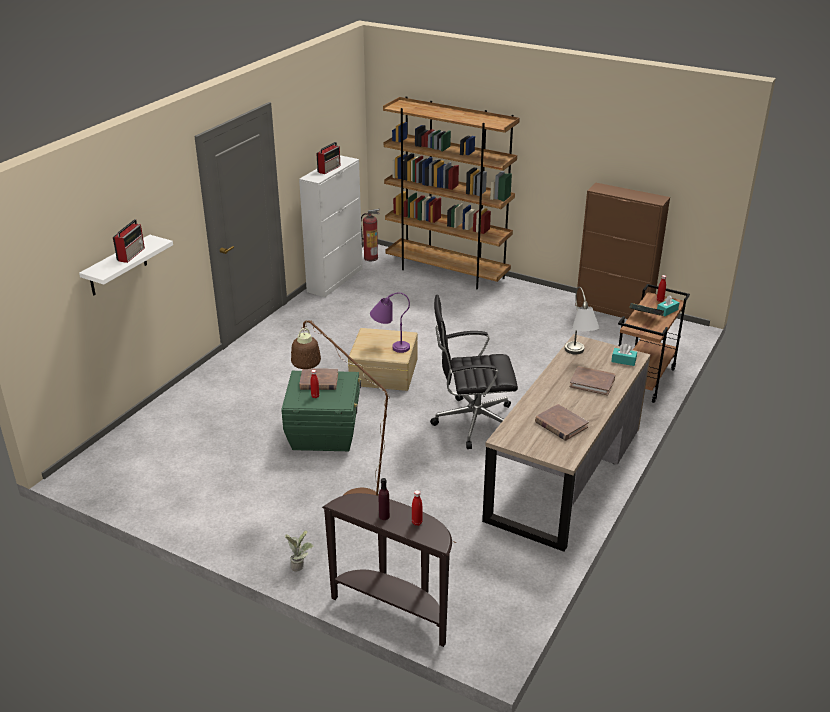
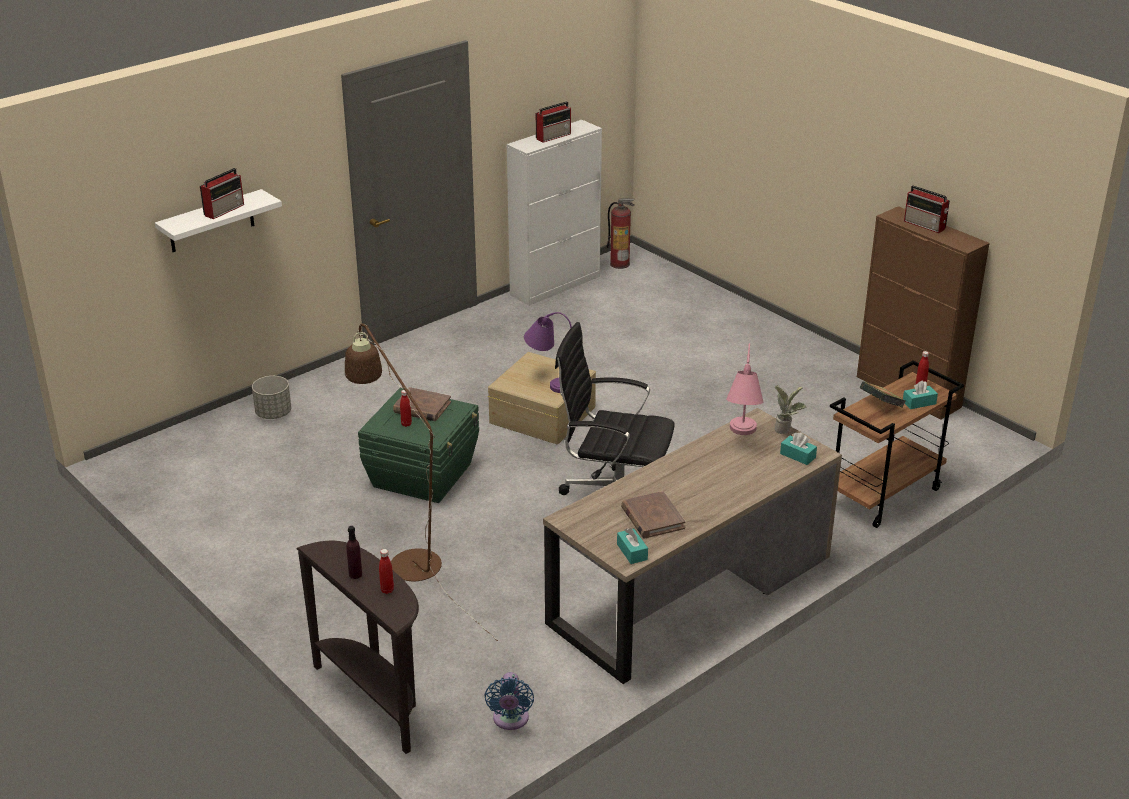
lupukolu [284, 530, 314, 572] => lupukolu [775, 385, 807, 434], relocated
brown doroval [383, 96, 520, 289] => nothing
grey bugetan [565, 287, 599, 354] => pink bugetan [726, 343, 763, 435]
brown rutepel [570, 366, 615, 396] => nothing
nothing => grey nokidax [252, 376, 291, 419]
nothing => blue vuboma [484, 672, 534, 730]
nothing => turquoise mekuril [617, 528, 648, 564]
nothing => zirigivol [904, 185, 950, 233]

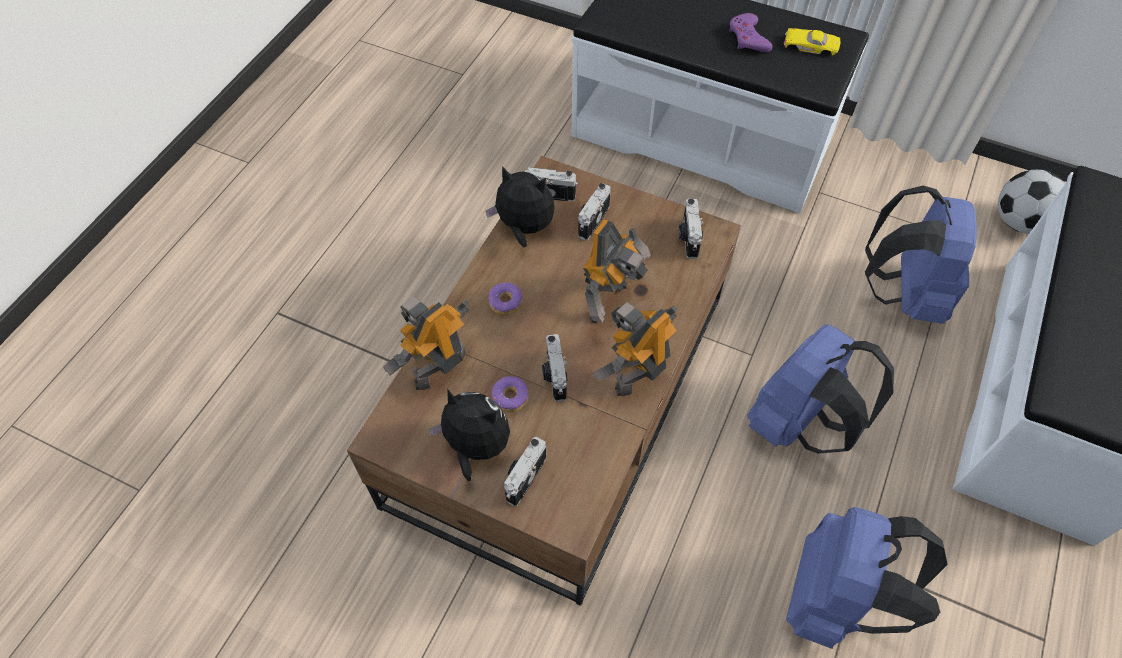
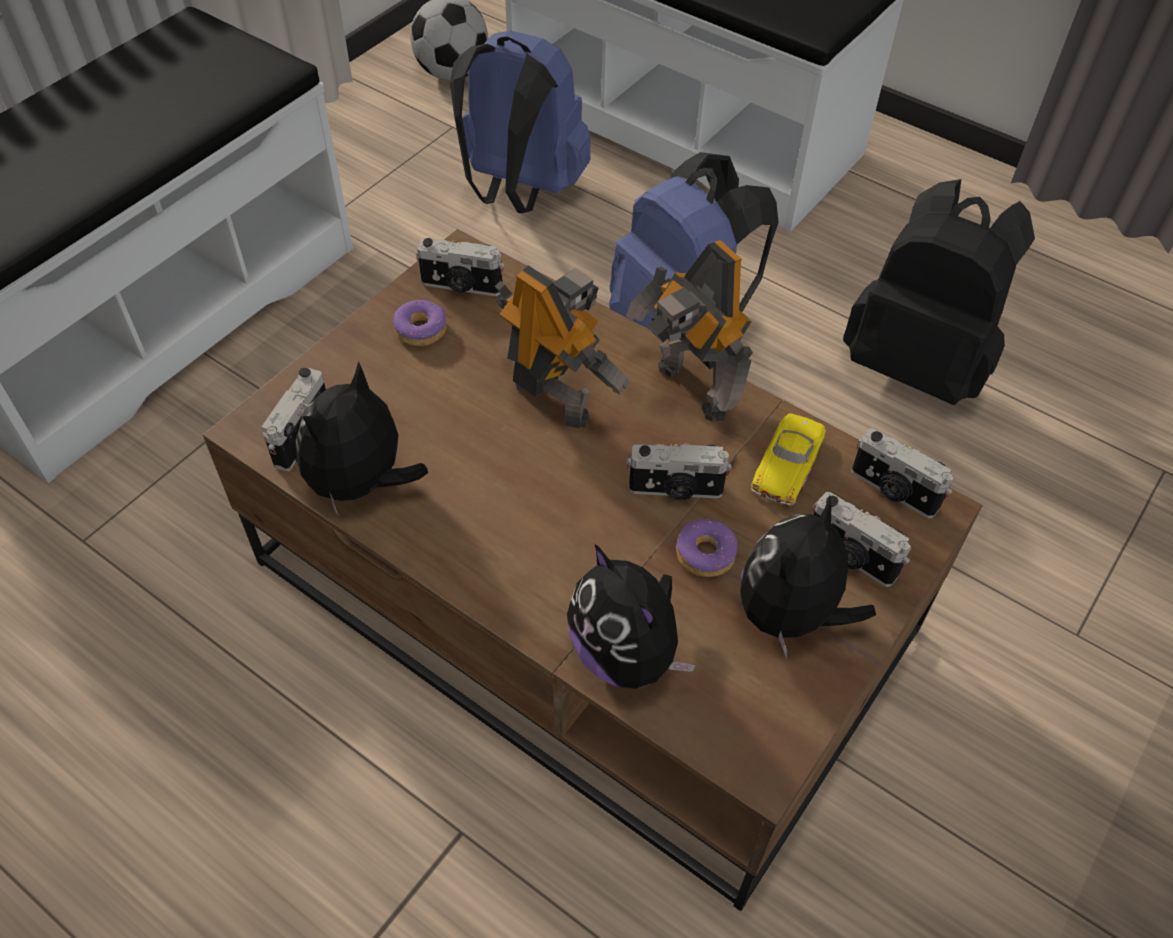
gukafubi [383, 296, 469, 390] => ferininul [567, 544, 696, 689]
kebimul [488, 282, 523, 315] => kebimul [393, 300, 446, 346], relocated
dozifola [578, 183, 611, 241] => dozifola [851, 428, 953, 518], relocated
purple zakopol [729, 13, 773, 52] => nothing
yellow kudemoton [784, 28, 840, 55] => yellow kudemoton [751, 413, 825, 505], relocated
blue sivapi [786, 507, 948, 649] => black sivapi [843, 179, 1035, 405]

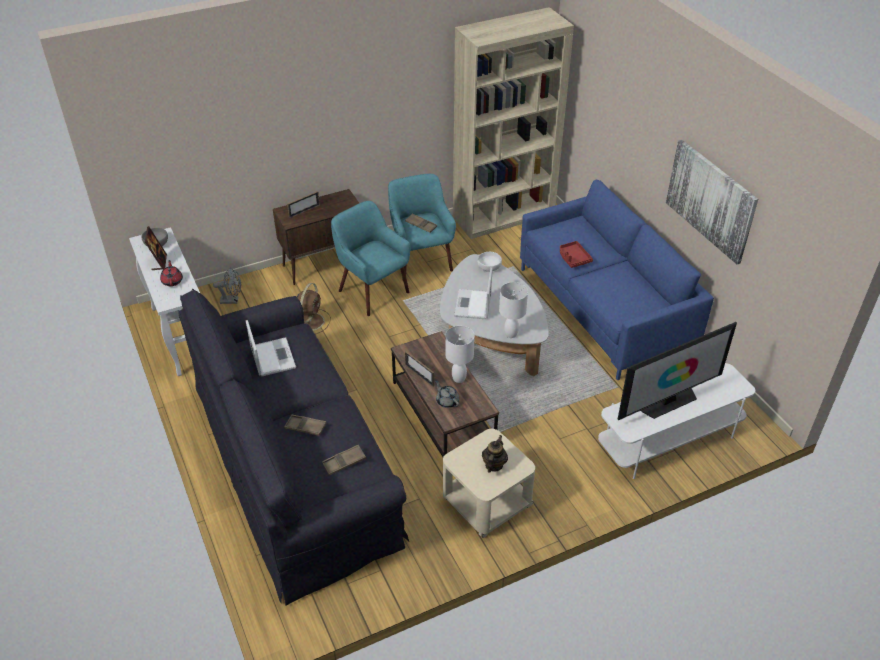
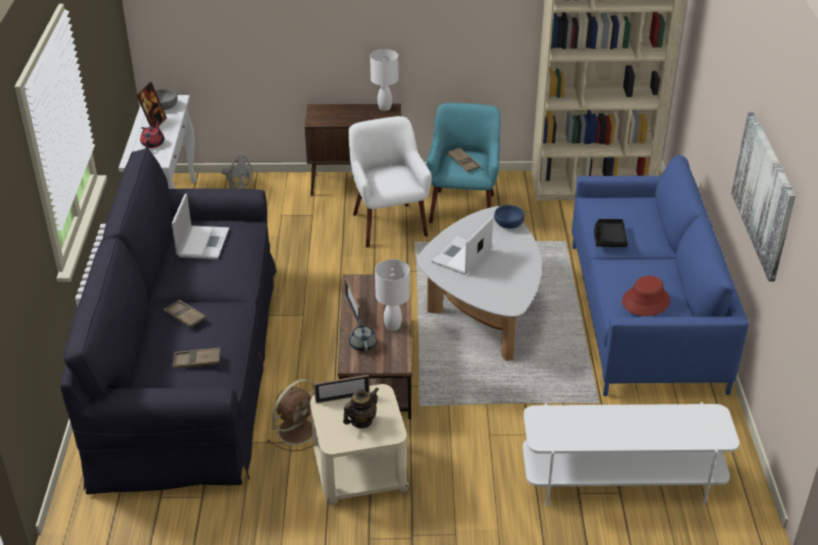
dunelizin [287, 191, 320, 218] => dunelizin [314, 375, 369, 403], relocated
brown vuboma [297, 283, 331, 334] => brown vuboma [268, 379, 315, 451], relocated
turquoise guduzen [331, 201, 410, 316] => white guduzen [349, 116, 432, 248]
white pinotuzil [477, 252, 502, 272] => blue pinotuzil [494, 205, 524, 229]
white bugetan [499, 282, 528, 338] => white bugetan [370, 49, 398, 111], relocated
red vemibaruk [560, 241, 593, 268] => black vemibaruk [594, 219, 628, 247]
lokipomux [617, 322, 737, 420] => nothing
nothing => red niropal [622, 276, 670, 316]

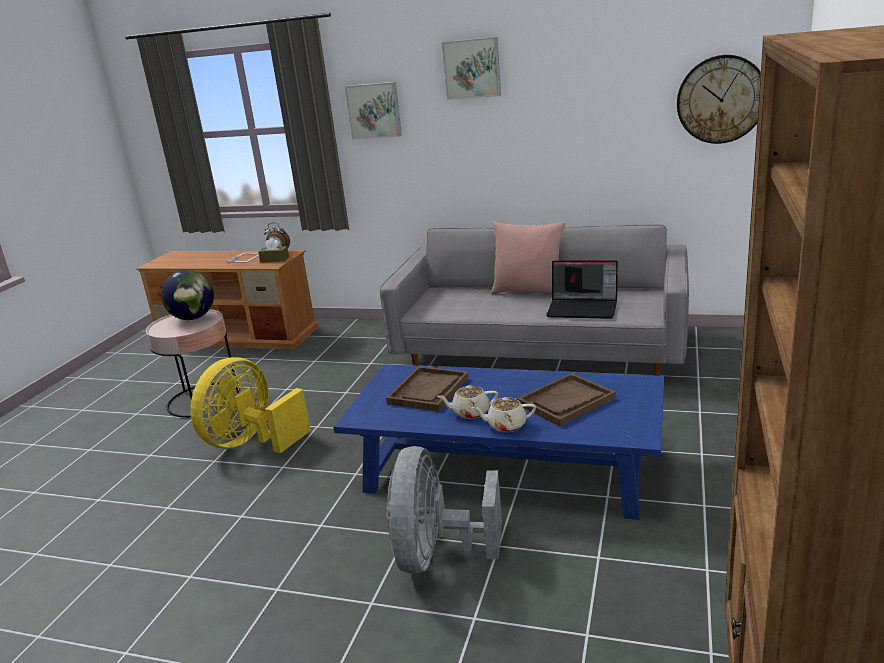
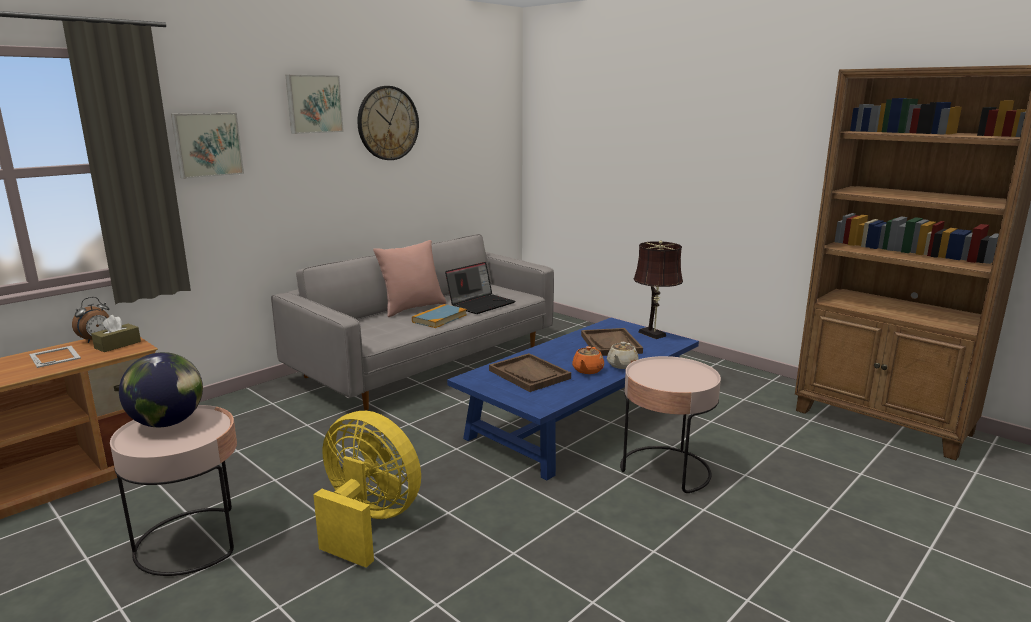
yellow vuboma [190, 357, 311, 453] => yellow vuboma [313, 411, 421, 568], 150 degrees clockwise
grey vuboma [386, 446, 502, 574] => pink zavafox [620, 356, 721, 493]
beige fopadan [437, 385, 498, 419] => orange fopadan [572, 346, 604, 374]
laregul [677, 55, 761, 144] => laregul [357, 86, 419, 160], relocated
nothing => rutepel [412, 304, 467, 328]
nothing => brown bugetan [634, 240, 683, 339]

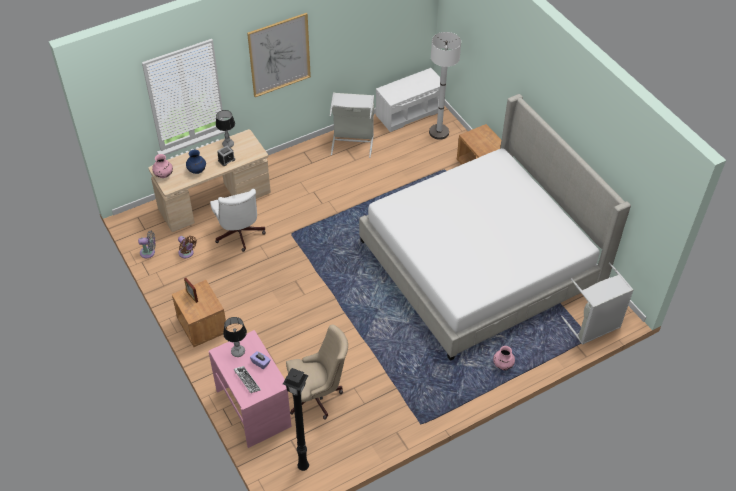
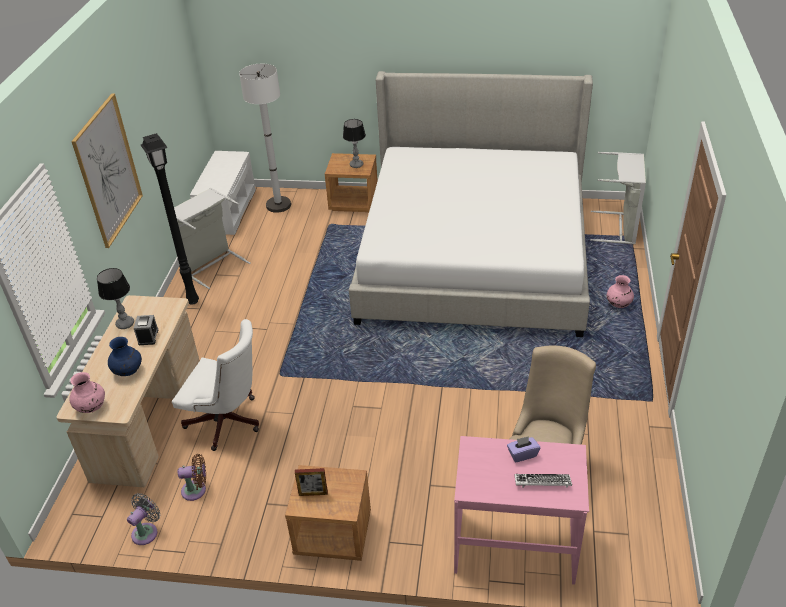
bugetan [223, 317, 247, 357] => bugetan [343, 119, 366, 168], relocated
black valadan [283, 368, 309, 471] => black valadan [141, 133, 199, 305], relocated

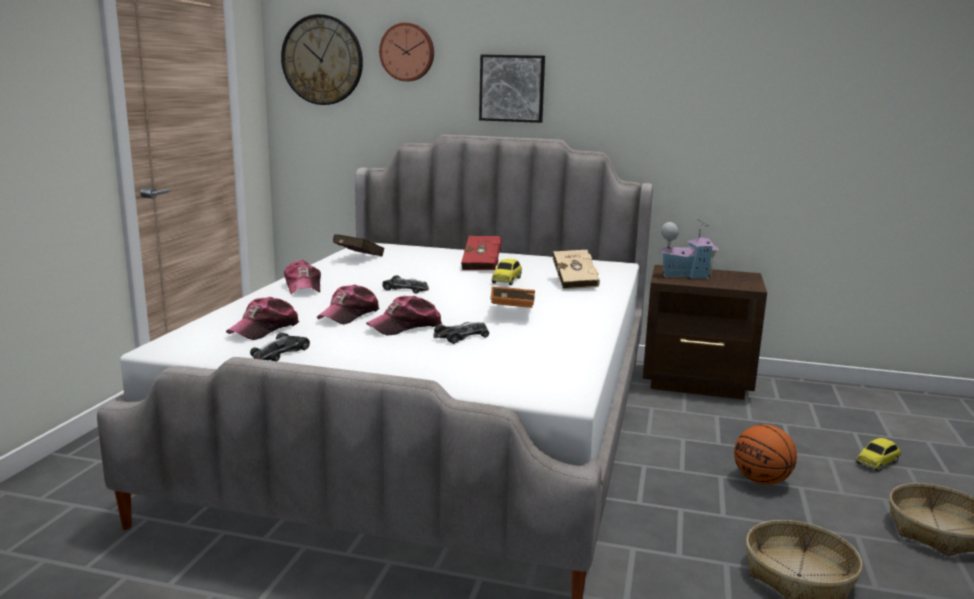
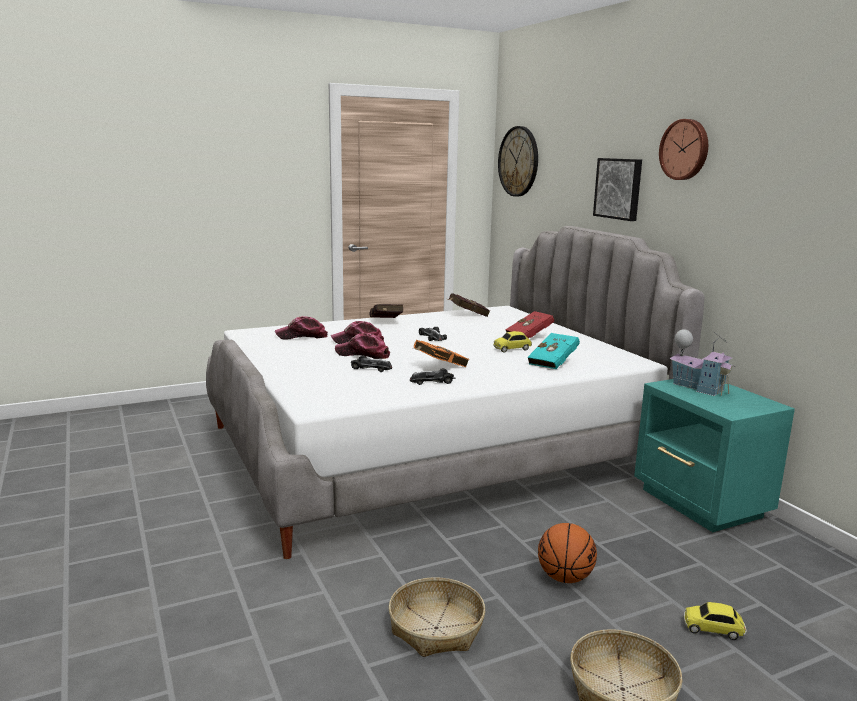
kudemoton [250, 332, 310, 361] => kudemoton [410, 368, 456, 385], relocated
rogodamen [284, 260, 321, 294] => red rutepel [369, 304, 403, 318]
laregul [379, 22, 434, 81] => laregul [659, 119, 708, 180], relocated
beige rutepel [553, 250, 600, 290] => turquoise rutepel [528, 333, 580, 369]
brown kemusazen [643, 265, 767, 400] => turquoise kemusazen [634, 379, 795, 532]

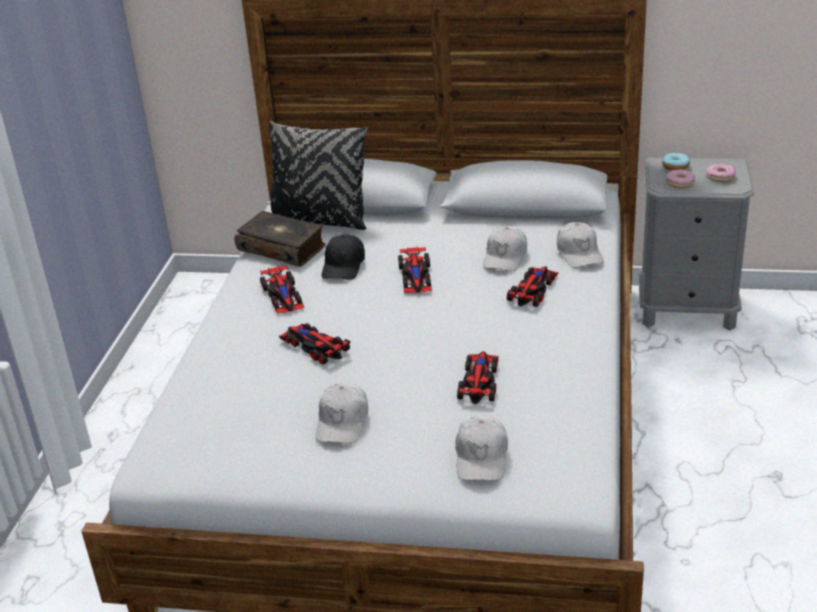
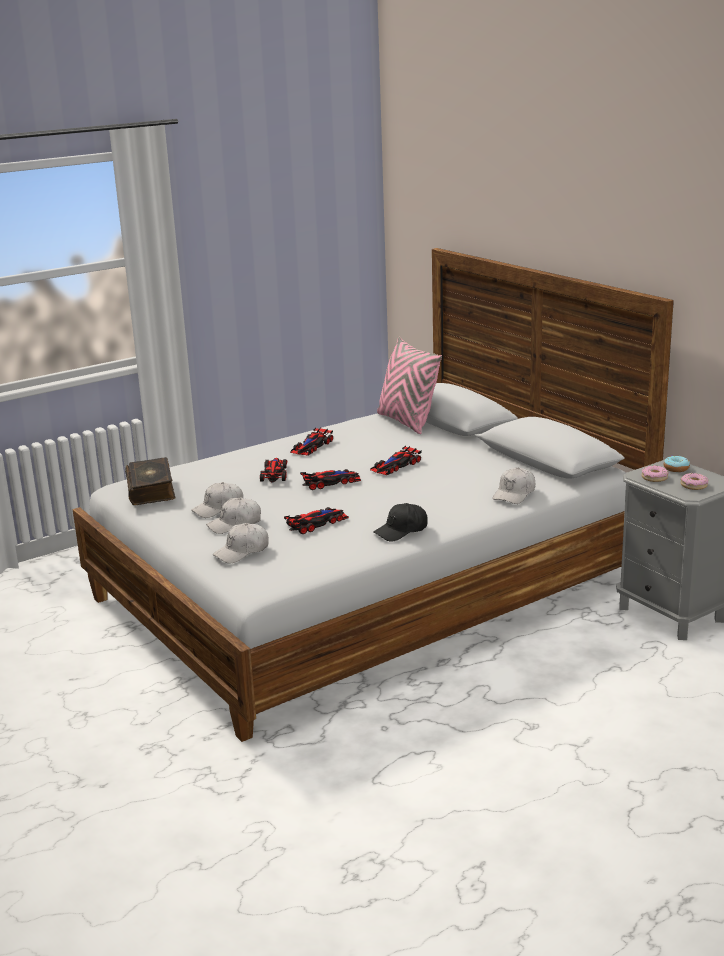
rutepel [235, 211, 326, 267] => rutepel [125, 457, 175, 505], relocated
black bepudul [269, 121, 367, 230] => pink bepudul [377, 337, 442, 434]
black rogodamen [322, 235, 365, 280] => black rogodamen [373, 503, 428, 542], relocated
white rogodamen [483, 226, 527, 272] => white rogodamen [206, 497, 261, 534], relocated
kudemoton [507, 266, 558, 307] => kudemoton [300, 469, 361, 490], relocated

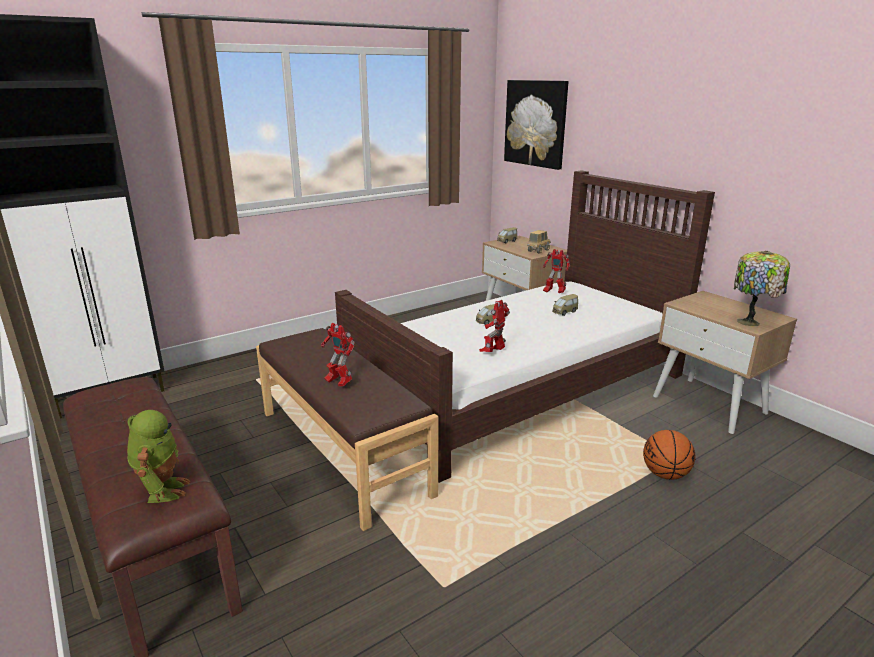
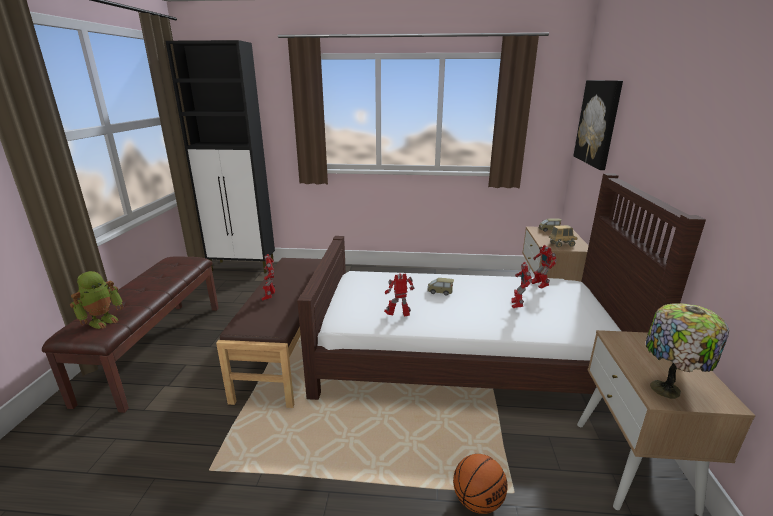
kudemoton [552, 294, 578, 316] => gukafubi [511, 262, 532, 308]

